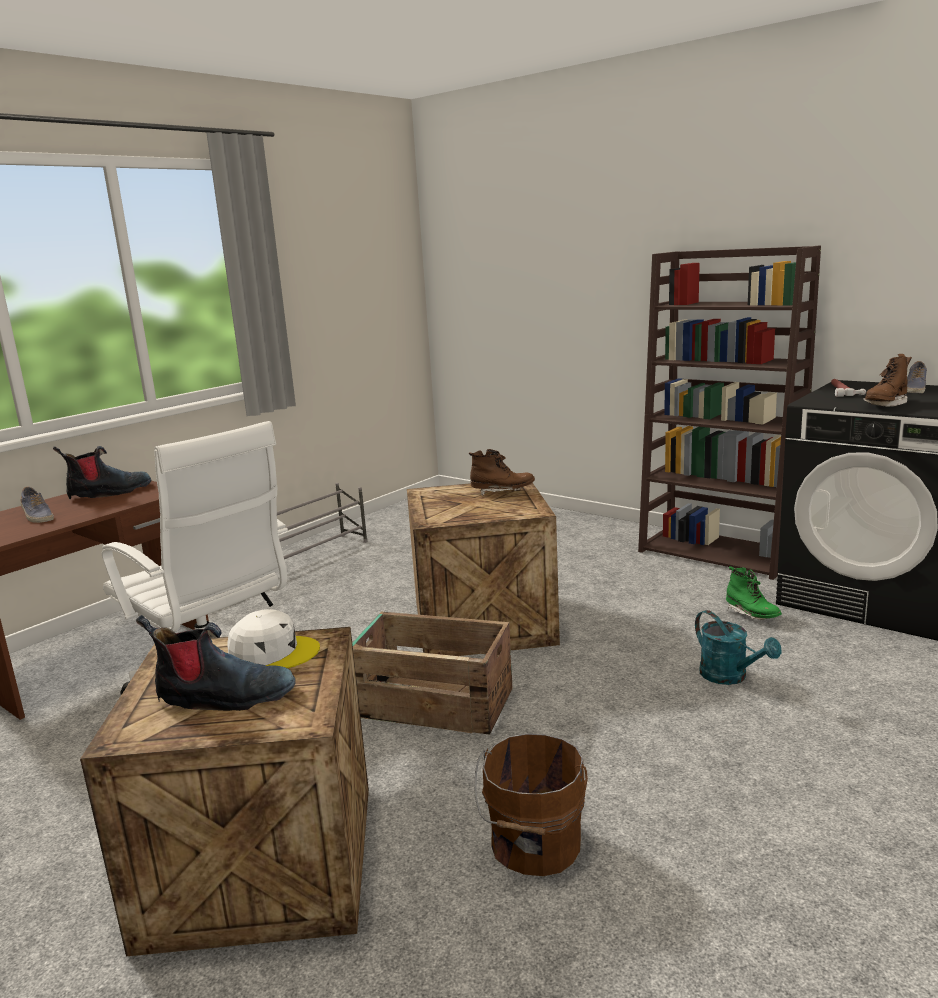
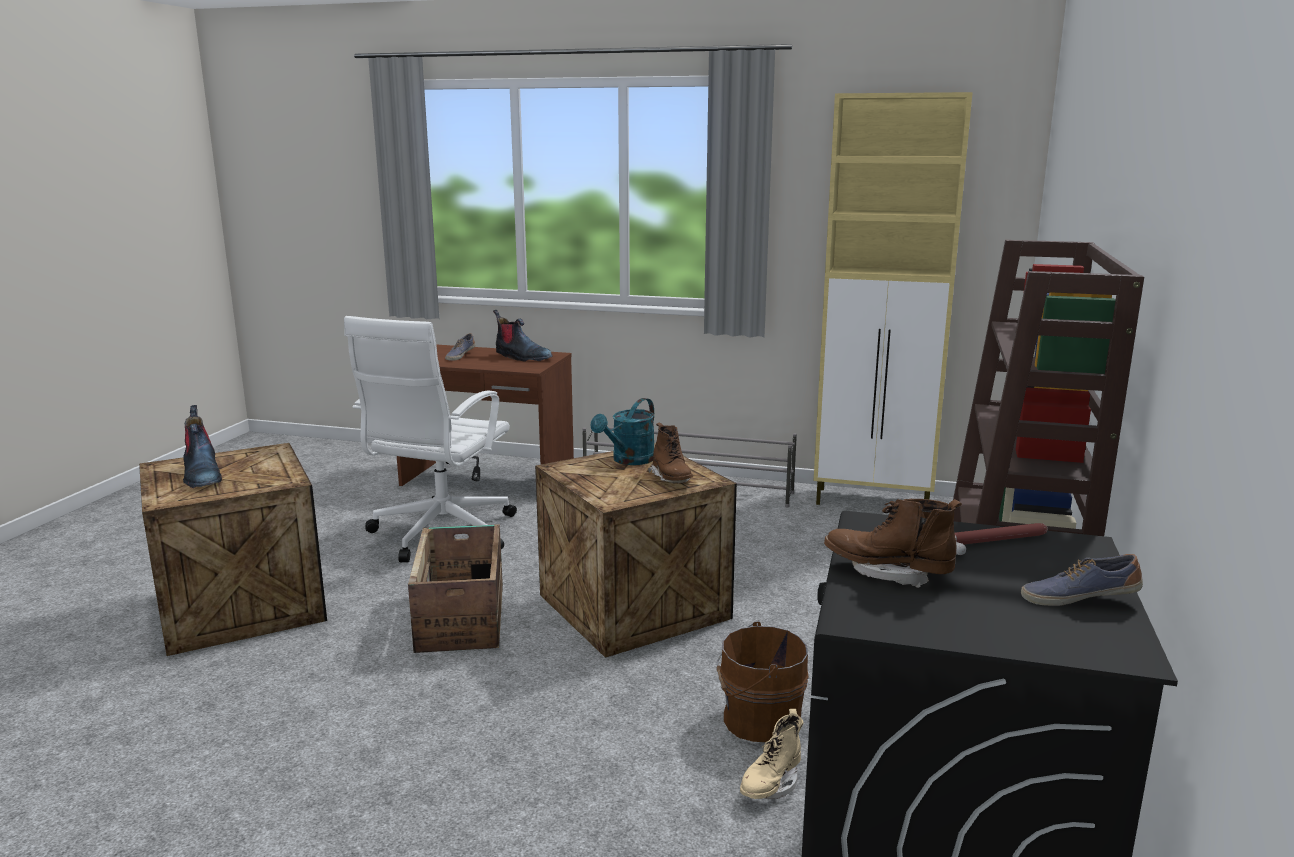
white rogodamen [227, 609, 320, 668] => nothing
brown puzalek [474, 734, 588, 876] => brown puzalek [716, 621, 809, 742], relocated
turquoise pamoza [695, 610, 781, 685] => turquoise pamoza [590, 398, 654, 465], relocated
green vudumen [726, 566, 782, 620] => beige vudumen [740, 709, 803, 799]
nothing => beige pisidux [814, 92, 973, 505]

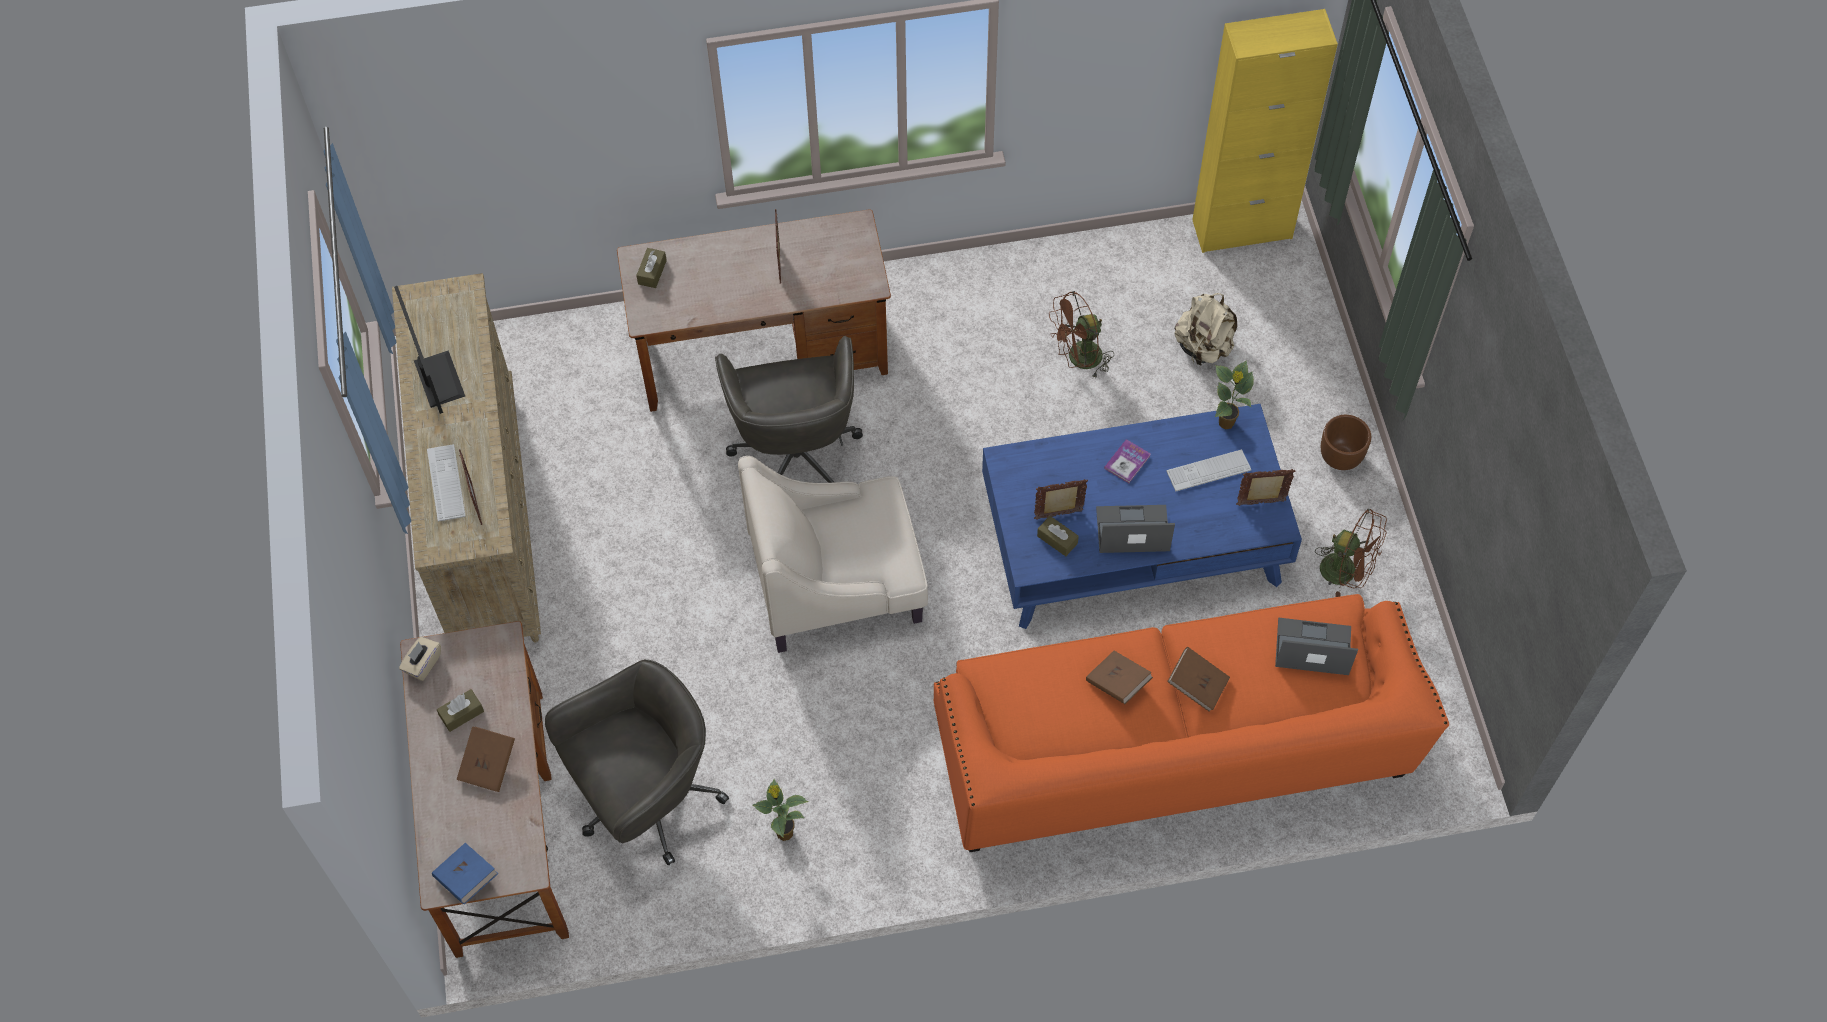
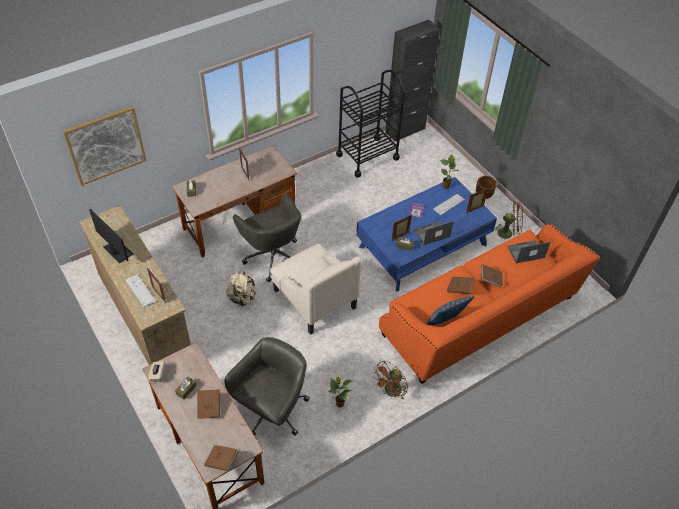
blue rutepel [432, 843, 498, 904] => brown rutepel [204, 445, 239, 471]
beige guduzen [738, 456, 928, 653] => beige guduzen [270, 244, 361, 335], 90 degrees counterclockwise
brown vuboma [1049, 291, 1114, 378] => brown vuboma [372, 361, 408, 399], relocated
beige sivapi [1174, 293, 1237, 366] => beige sivapi [226, 270, 256, 307], relocated
yellow pisidux [1192, 9, 1338, 253] => black pisidux [385, 20, 440, 142]
nothing => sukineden [63, 106, 147, 186]
nothing => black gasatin [336, 70, 405, 178]
nothing => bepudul [426, 296, 474, 325]

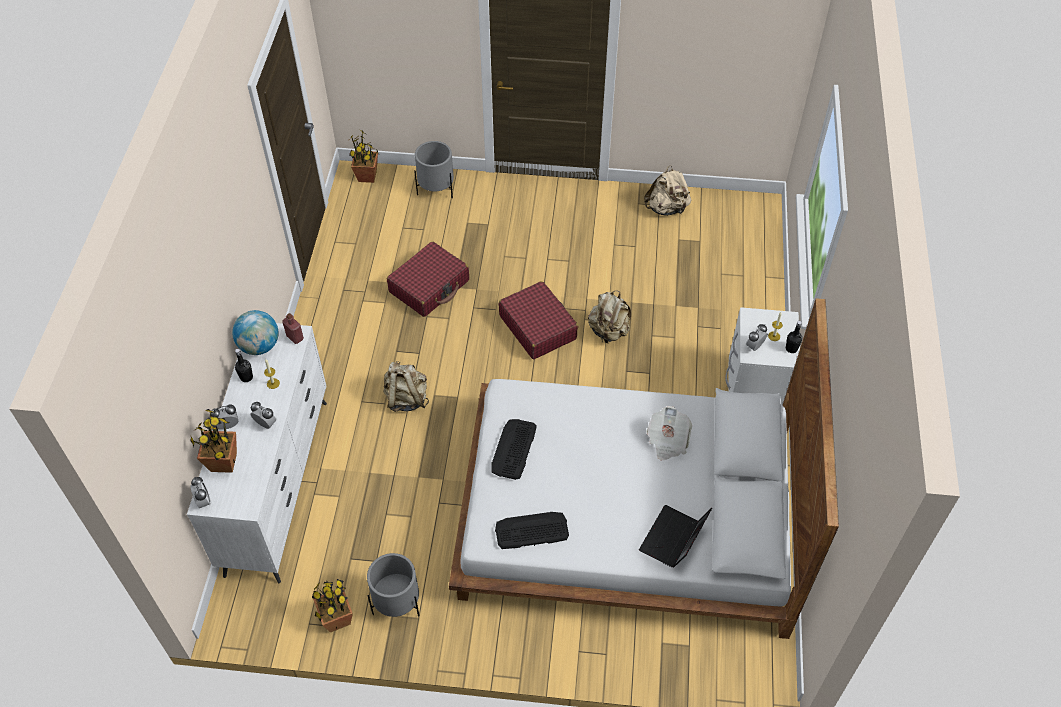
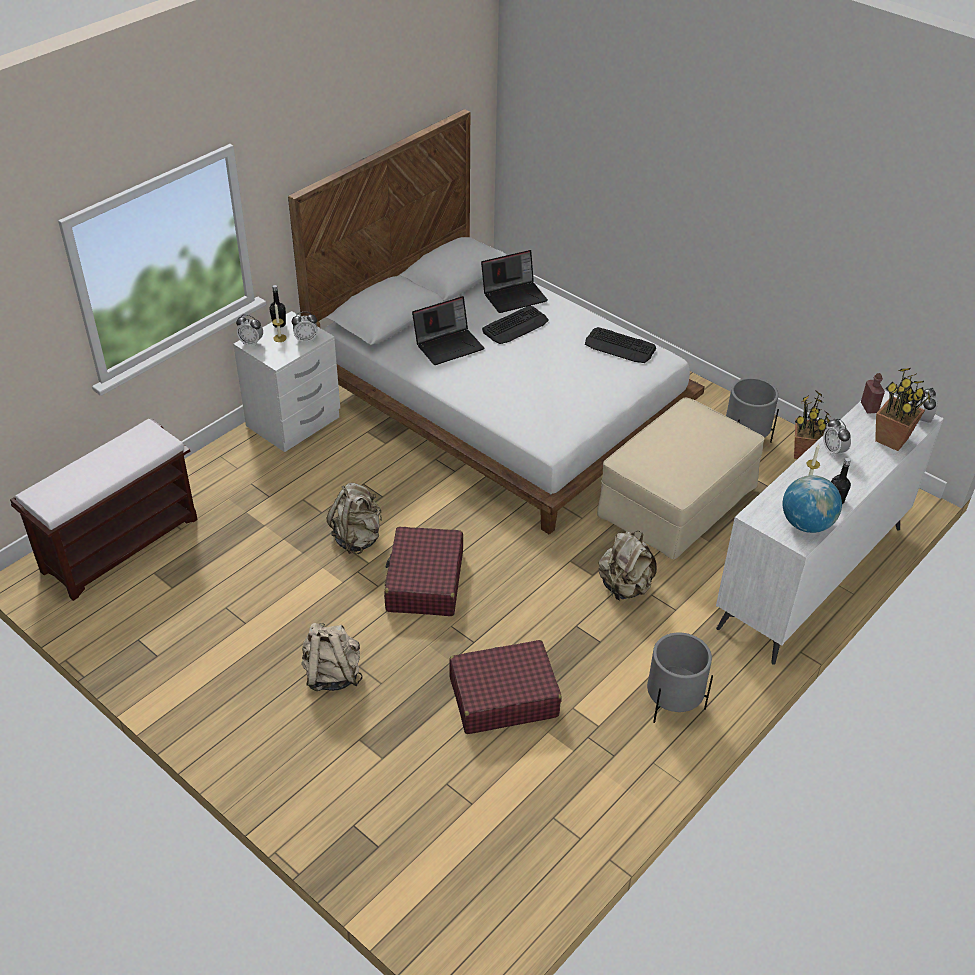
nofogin [211, 404, 238, 430] => nofogin [236, 314, 263, 347], relocated
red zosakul [282, 313, 304, 344] => red zosakul [861, 373, 885, 414], relocated
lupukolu [349, 130, 378, 183] => nothing
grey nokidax [414, 141, 454, 198] => grey nokidax [647, 632, 713, 723], relocated
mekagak [492, 419, 537, 480] => mekagak [482, 306, 549, 344], relocated
beige sivapi [644, 165, 691, 216] => beige sivapi [301, 623, 363, 691], relocated
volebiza [646, 406, 692, 461] => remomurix [412, 296, 484, 365]
nothing => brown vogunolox [10, 418, 198, 601]
nothing => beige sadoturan [597, 398, 765, 559]

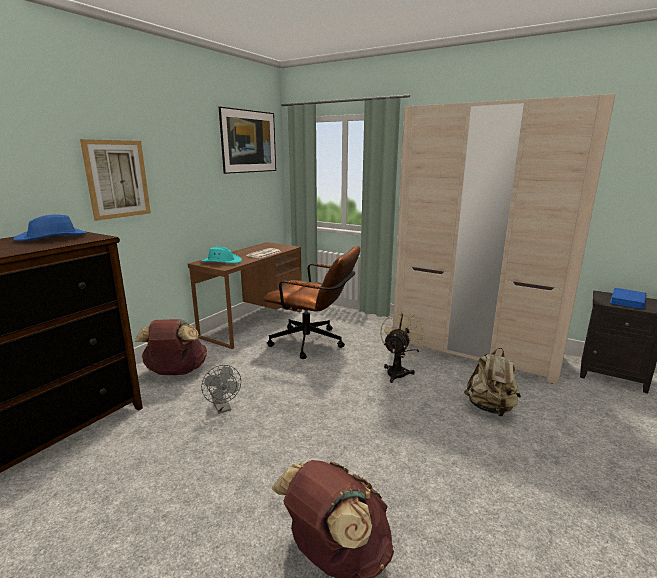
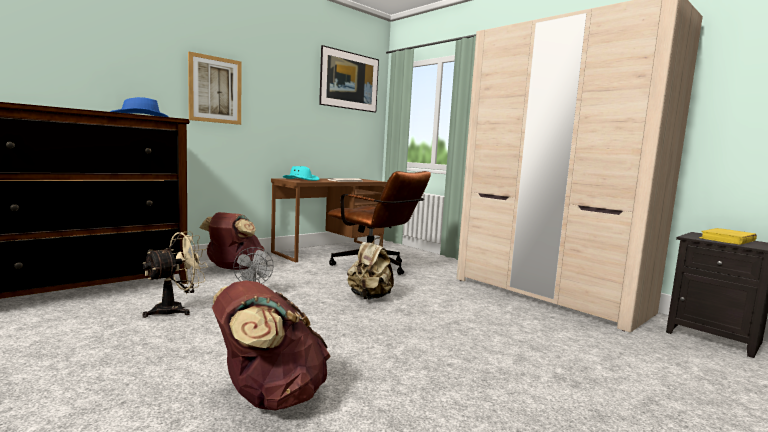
beige vuboma [380, 311, 426, 383] => beige vuboma [142, 231, 208, 318], relocated
beige sivapi [464, 348, 521, 416] => beige sivapi [347, 237, 394, 300], relocated
blue rutepel [609, 288, 646, 309] => yellow rutepel [699, 228, 757, 245]

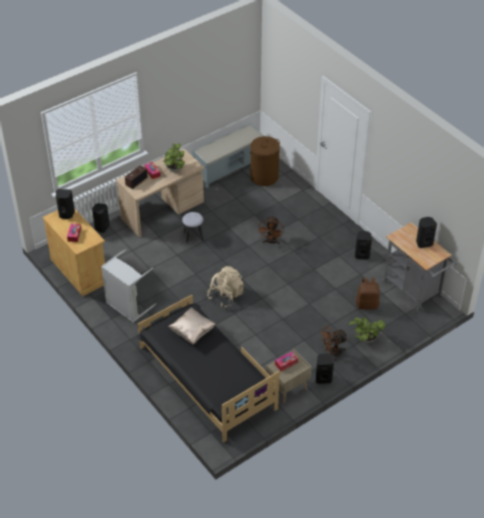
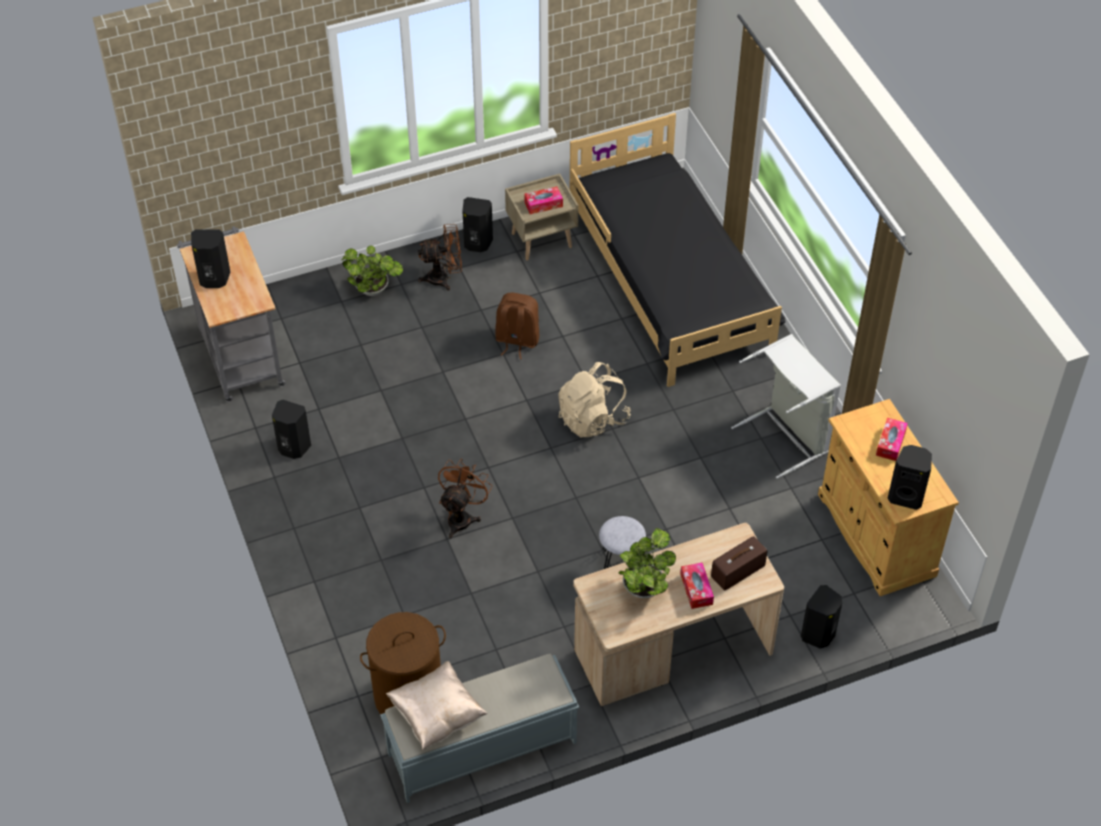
beige bepudul [168, 307, 216, 344] => beige bepudul [386, 661, 488, 750], relocated
brown sivapi [356, 278, 380, 310] => brown sivapi [495, 292, 539, 359], relocated

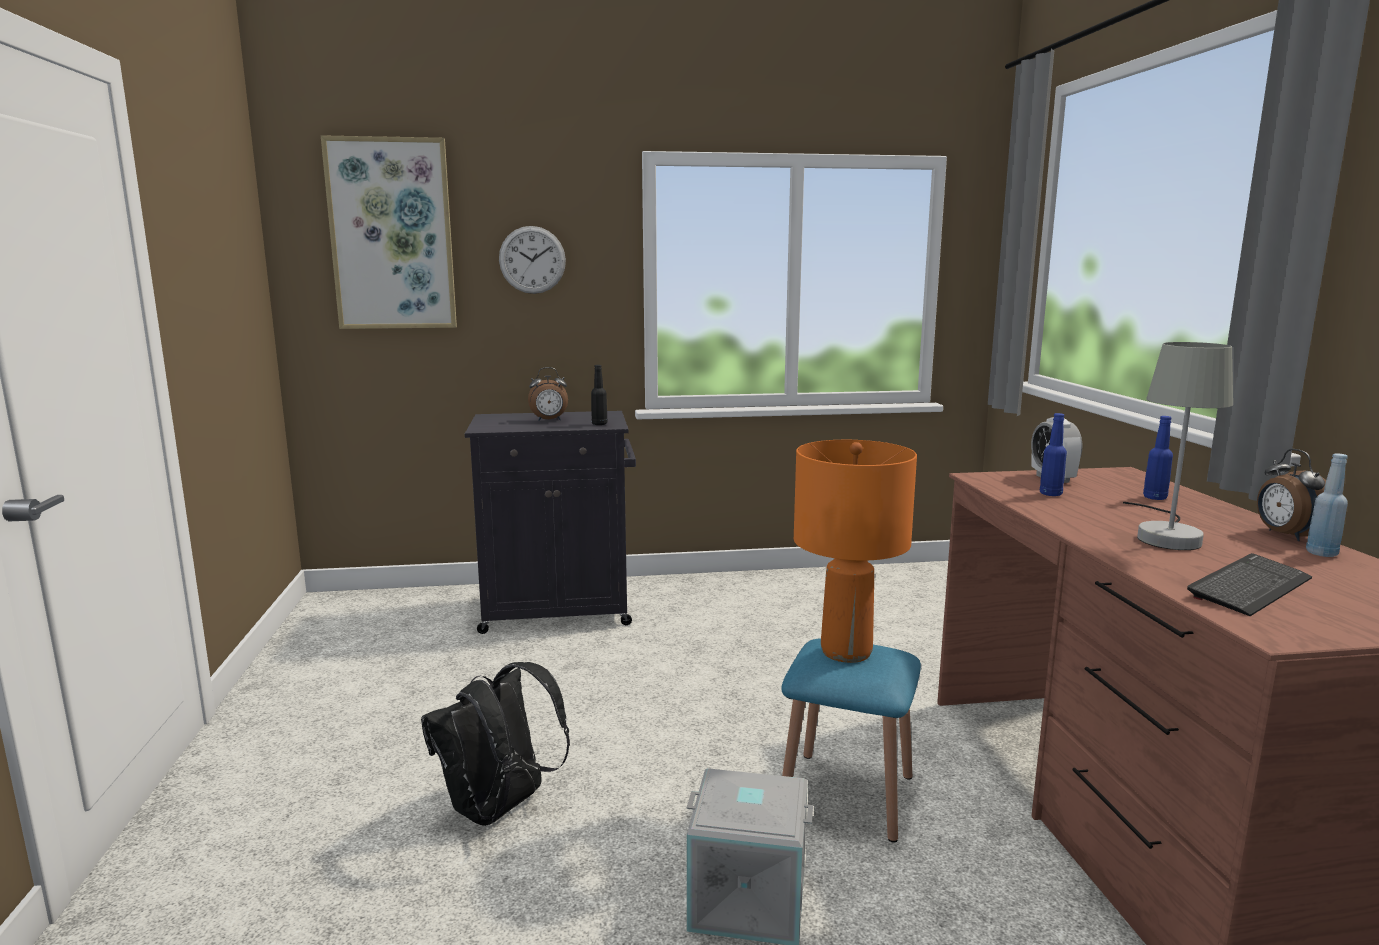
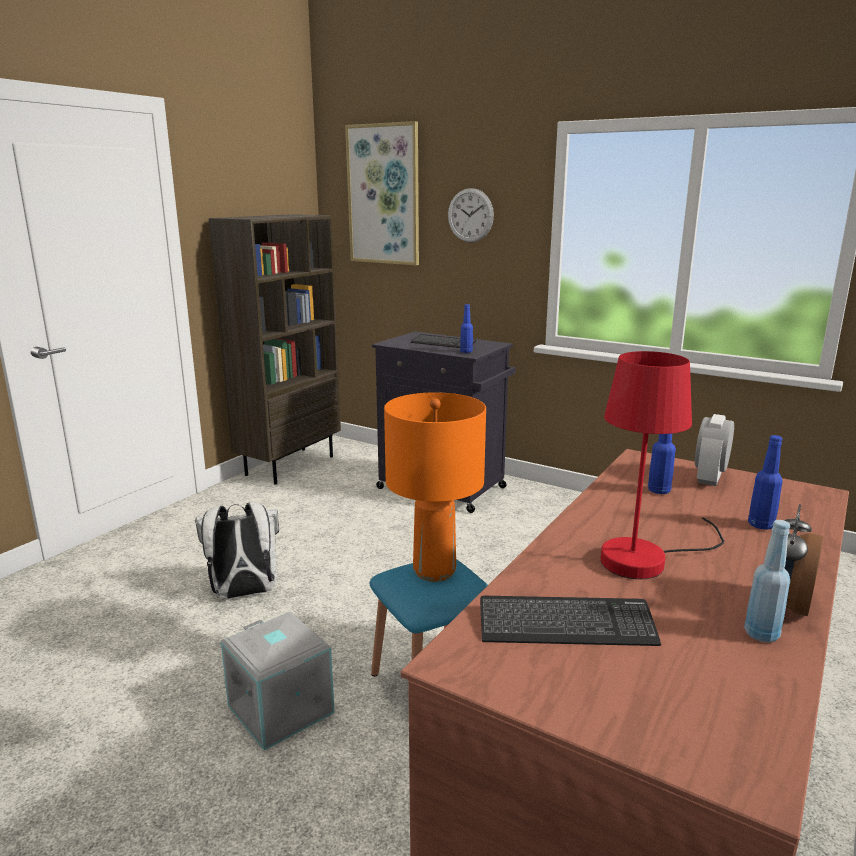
black sivapi [421, 662, 570, 826] => white sivapi [195, 502, 279, 599]
nofogin [528, 367, 568, 421] => mekagak [411, 334, 476, 348]
black zosakul [591, 365, 607, 425] => blue zosakul [460, 304, 473, 353]
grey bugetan [1123, 342, 1233, 550] => red bugetan [601, 351, 724, 579]
nothing => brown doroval [209, 214, 341, 484]

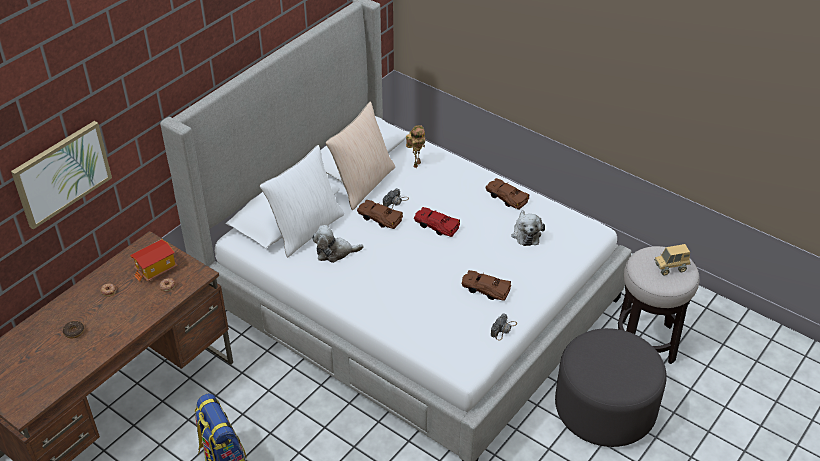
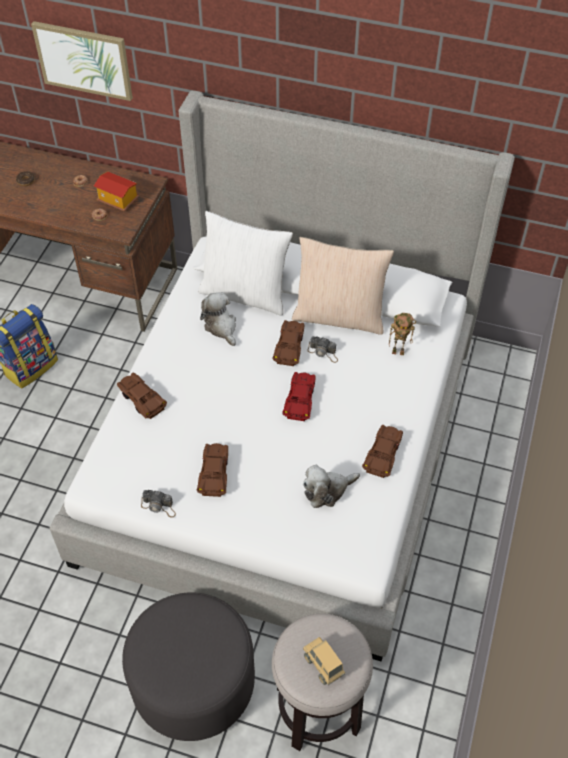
nothing => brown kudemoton [117, 372, 167, 419]

